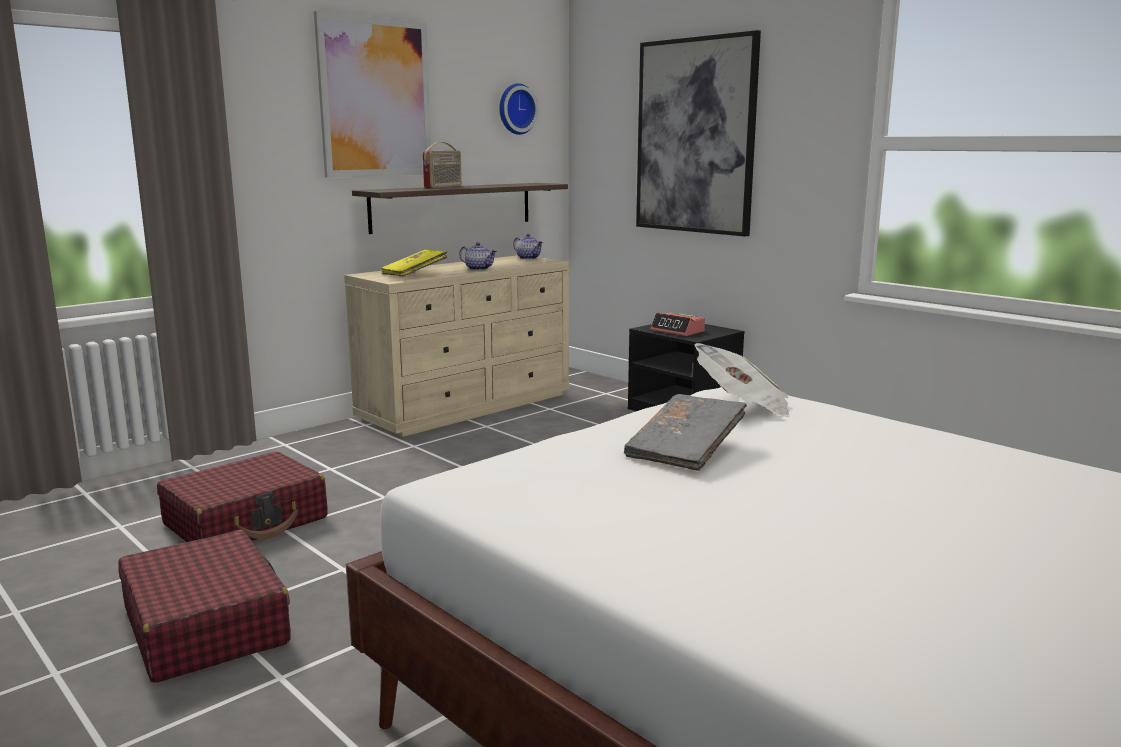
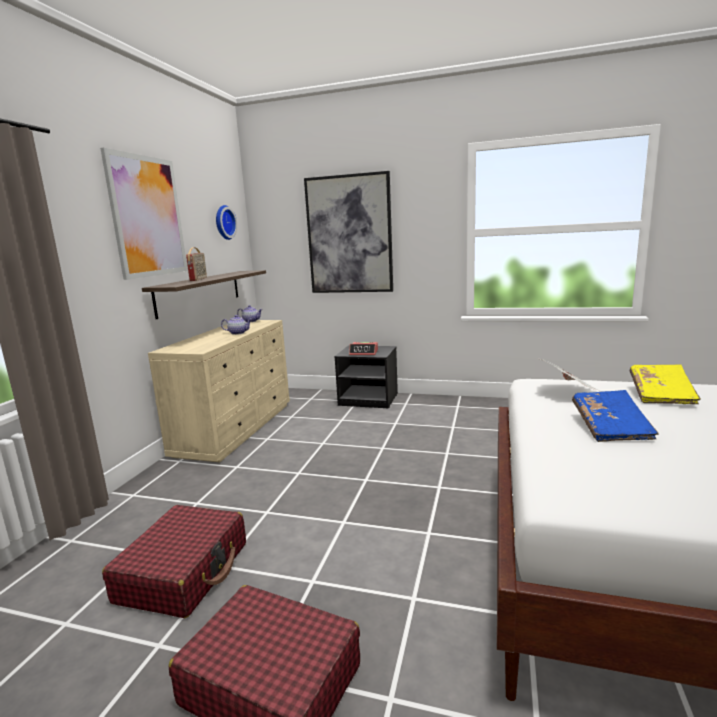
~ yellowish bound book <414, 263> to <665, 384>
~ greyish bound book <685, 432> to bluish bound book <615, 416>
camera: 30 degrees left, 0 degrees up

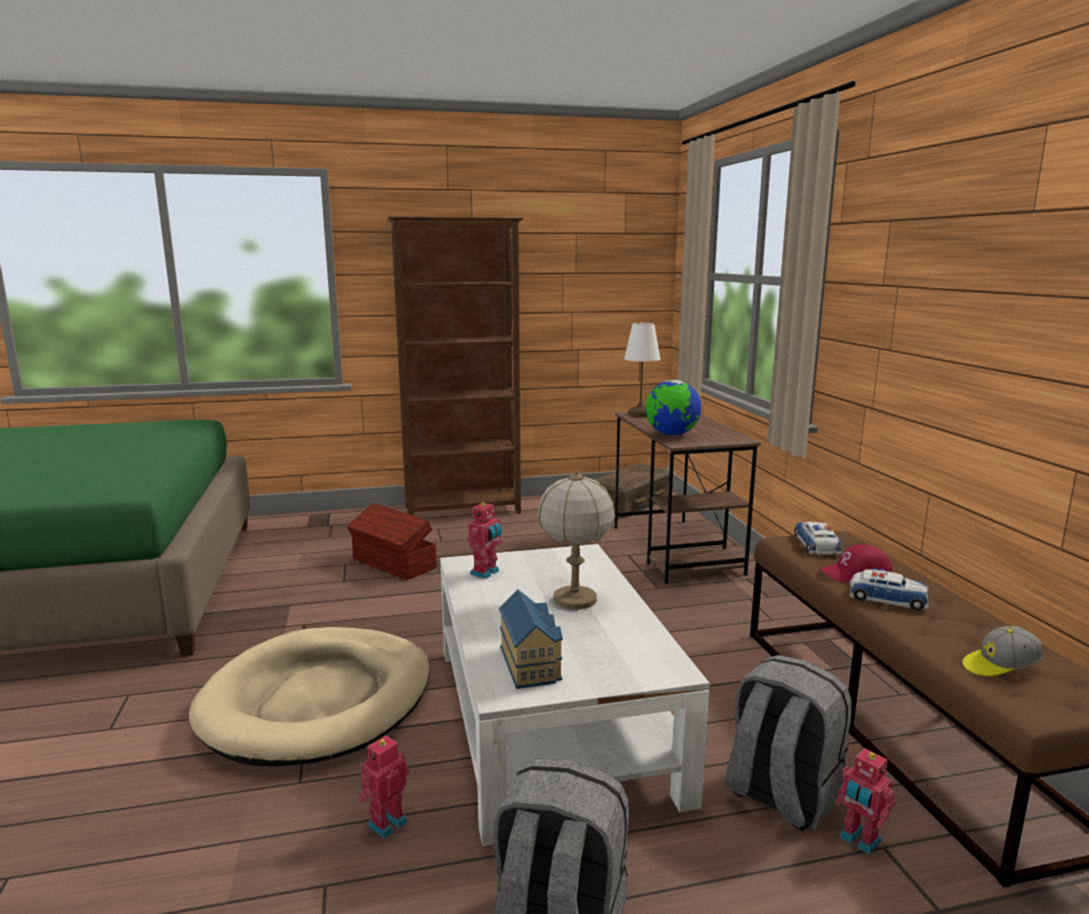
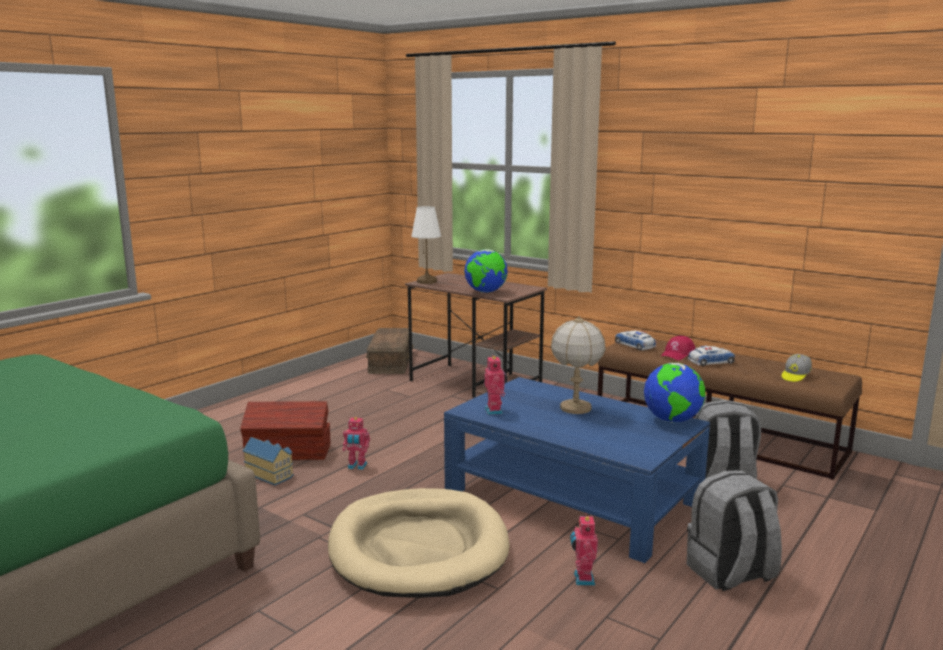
- brown-coloured bookcase <455, 366>
~ whitish lounge table <575, 695> to bluish lounge table <577, 470>
~ model house <531, 639> to <268, 461>
~ robot figure <865, 801> to <356, 443>
+ desk globe <674, 393>
camera: 40 degrees left, 0 degrees up

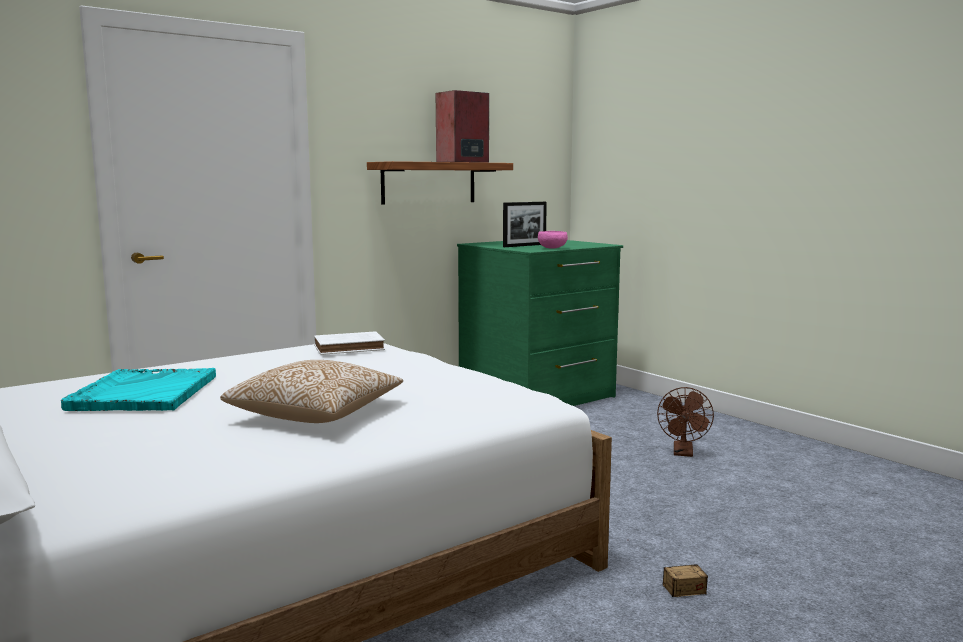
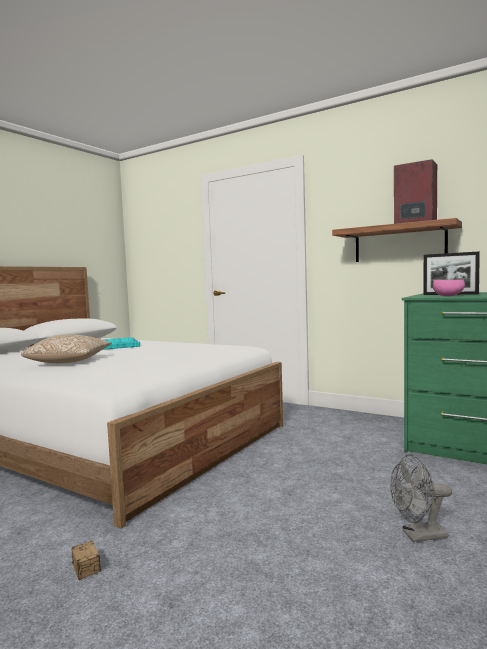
- whitish bound book <349, 343>
~ brown-coloured cooling fan <685, 422> to greyish cooling fan <421, 498>
camera: 70 degrees right, 5 degrees down

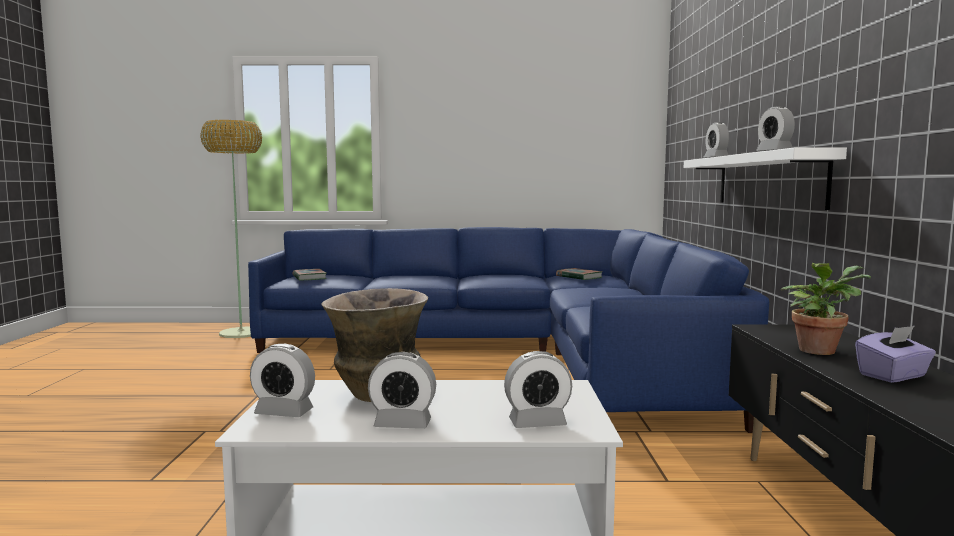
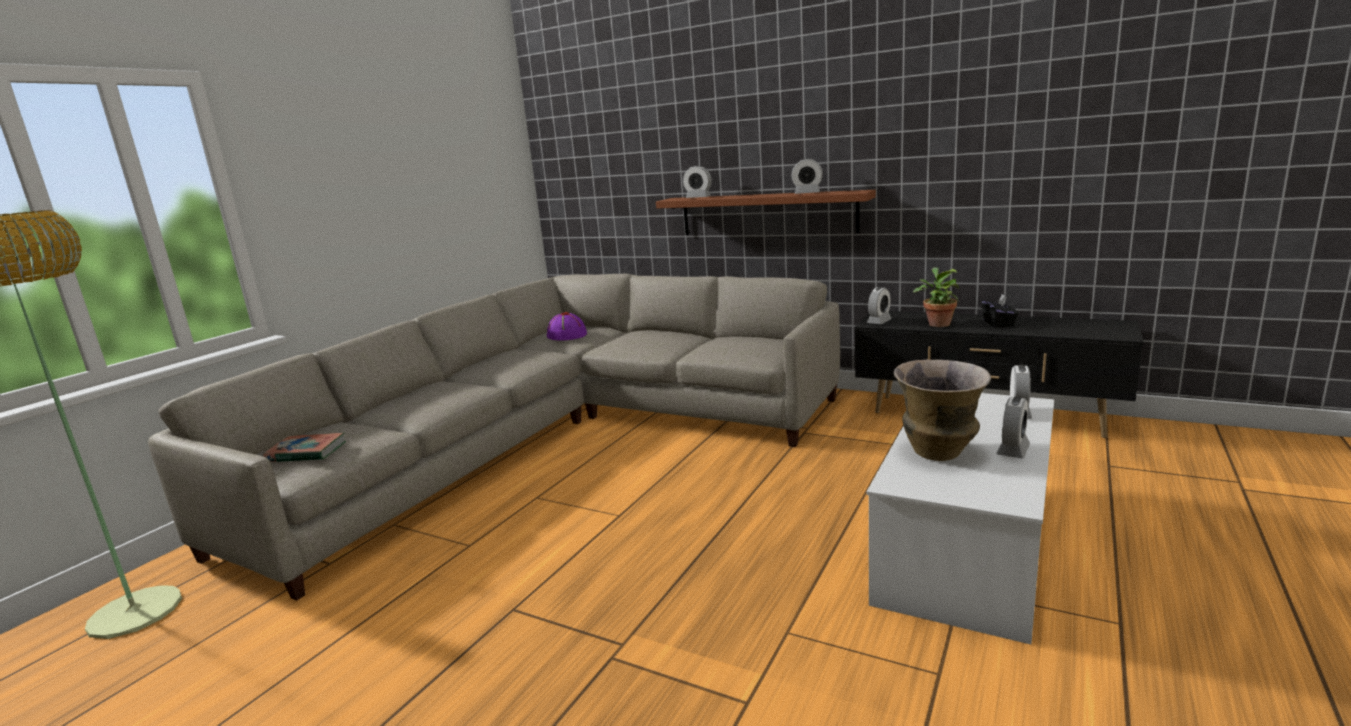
~ whitish bracket shelf <765, 178> to brown-coloured bracket shelf <766, 212>
~ bluish couch <508, 330> to greyish couch <494, 437>
~ bound book <579, 274> to purple hat <567, 326>
~ purple box of tissues <895, 354> to blackish box of tissues <1000, 311>
~ alarm clock <282, 380> to <879, 305>
camera: 60 degrees left, 10 degrees up

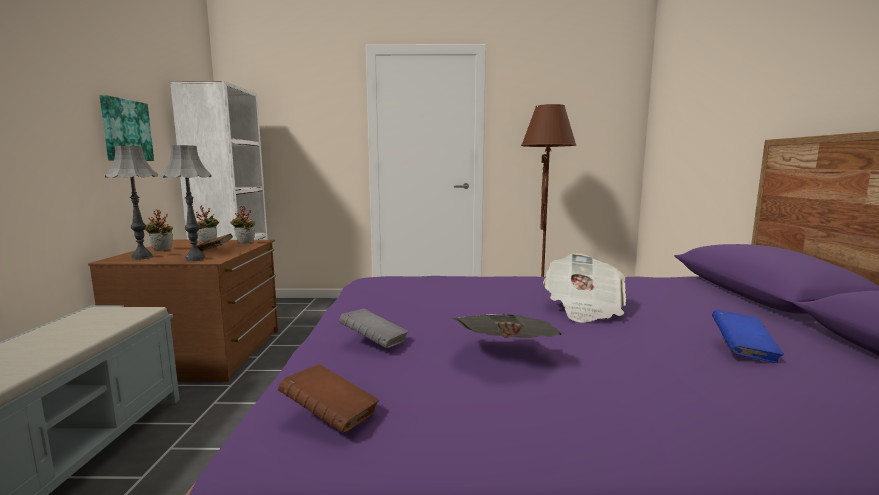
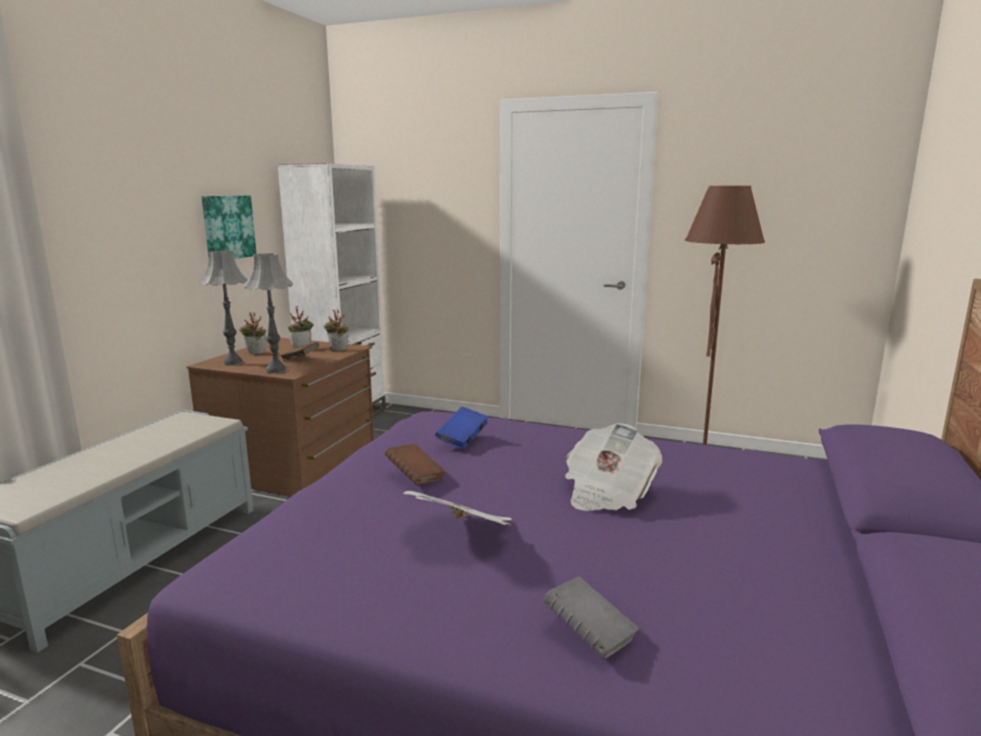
~ greyish bound book <373, 328> to <591, 617>
~ bluish bound book <748, 336> to <461, 428>
~ brown-coloured bound book <328, 398> to <415, 464>
camera: 20 degrees right, 5 degrees up

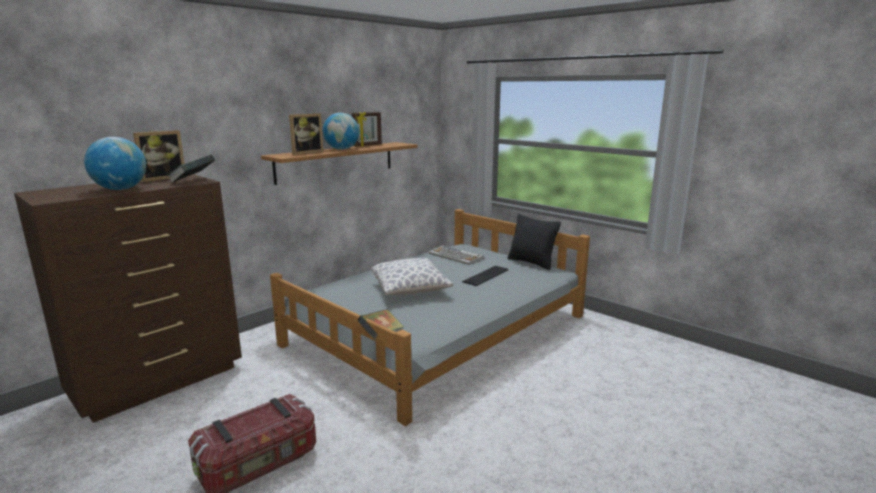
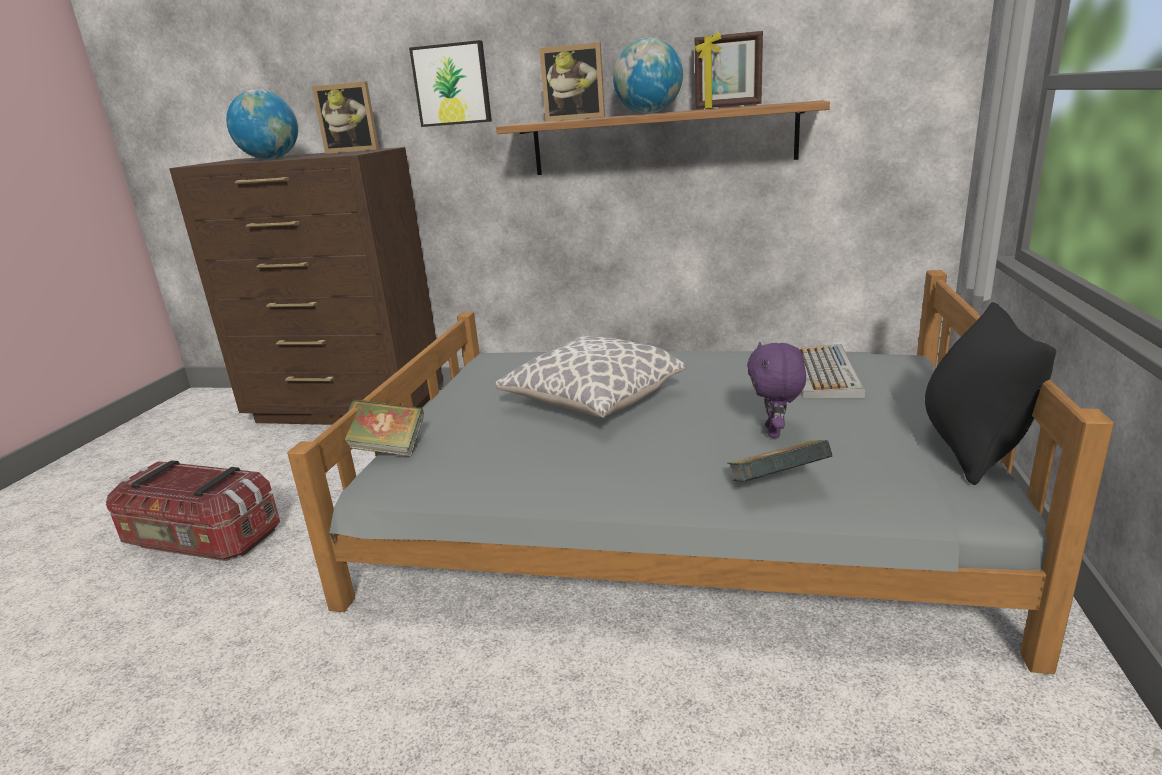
~ bound book <191, 168> to <779, 461>
~ computer keyboard <485, 276> to purple soft toy <776, 390>
+ picture <450, 83>
camera: 60 degrees right, 5 degrees up

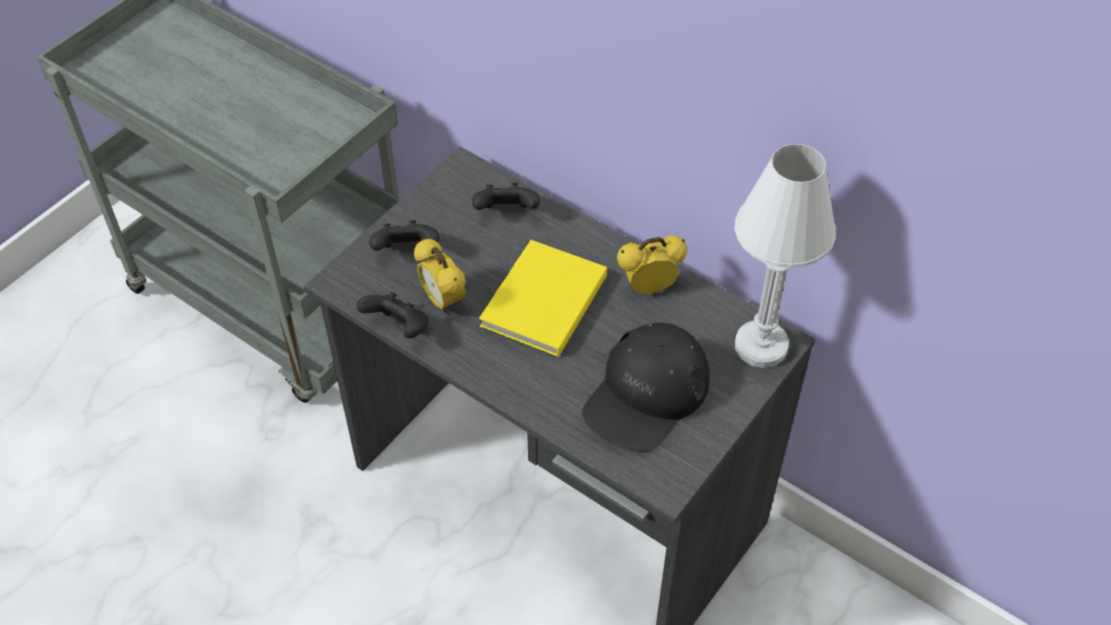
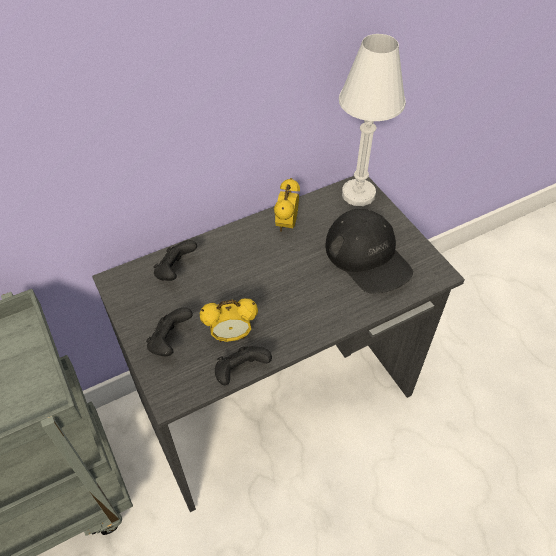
- yellowish bound book <543, 298>
camera: 65 degrees left, 0 degrees up

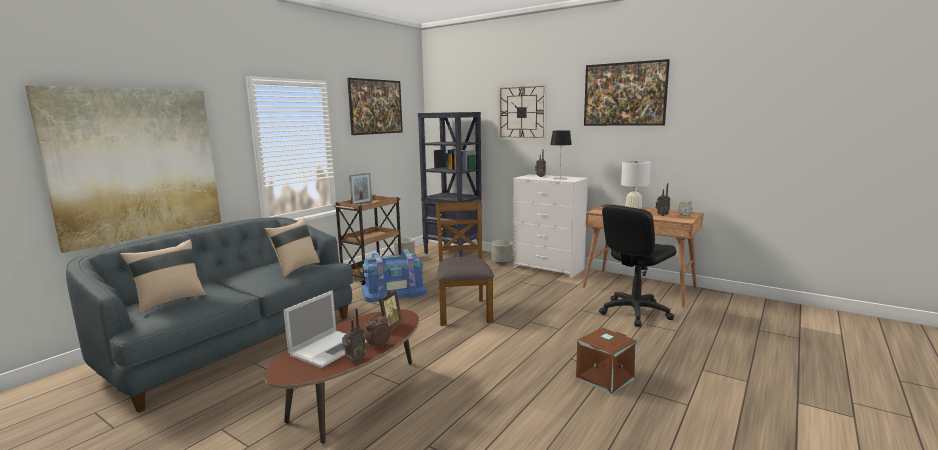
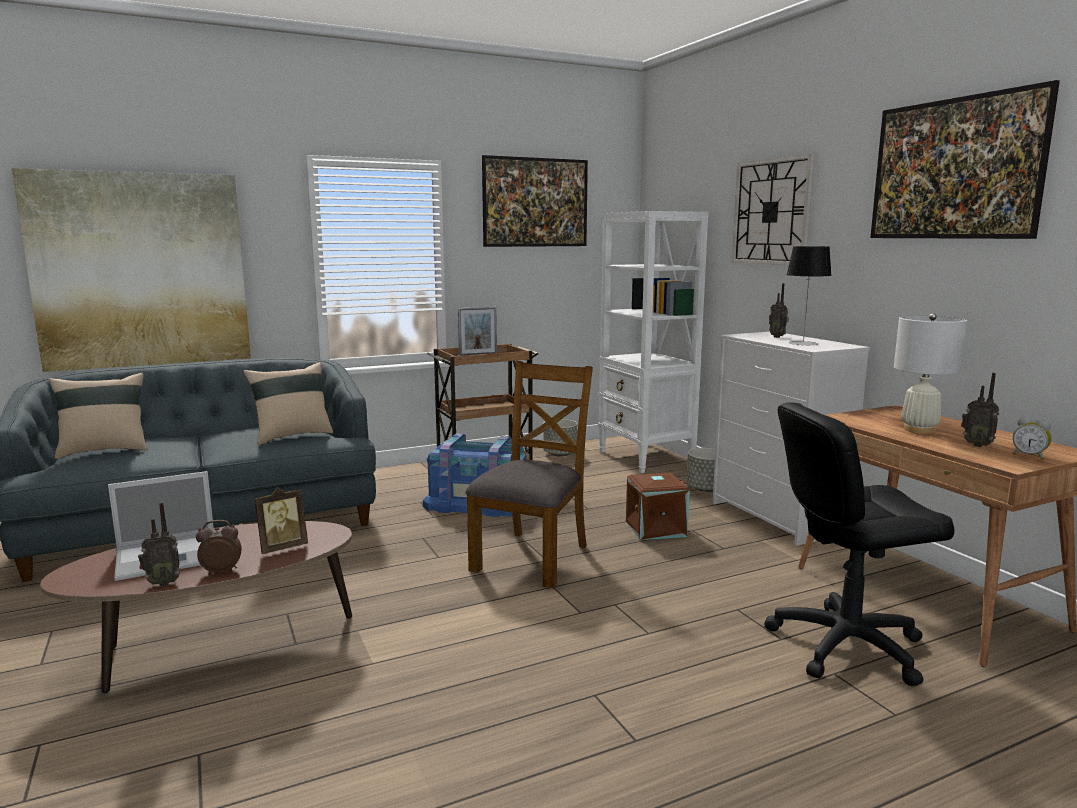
~ blackish bookcase <450, 184> to whitish bookcase <653, 342>
~ brown-coloured storage box <606, 360> to <658, 506>
camera: 30 degrees right, 0 degrees up

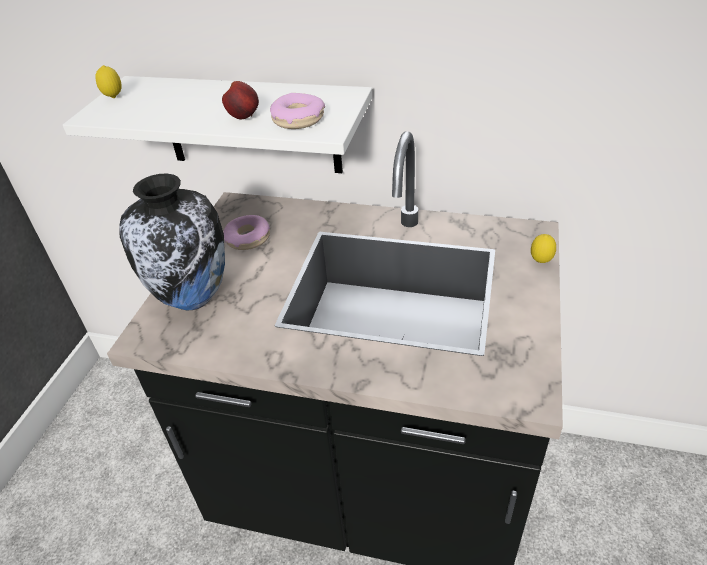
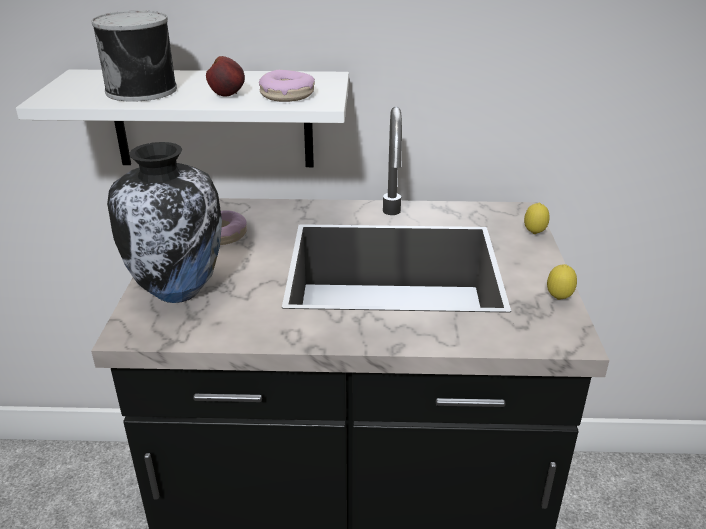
~ whole lemon <108, 81> to <562, 282>
+ sealed can <134, 56>
camera: 15 degrees left, 10 degrees down

